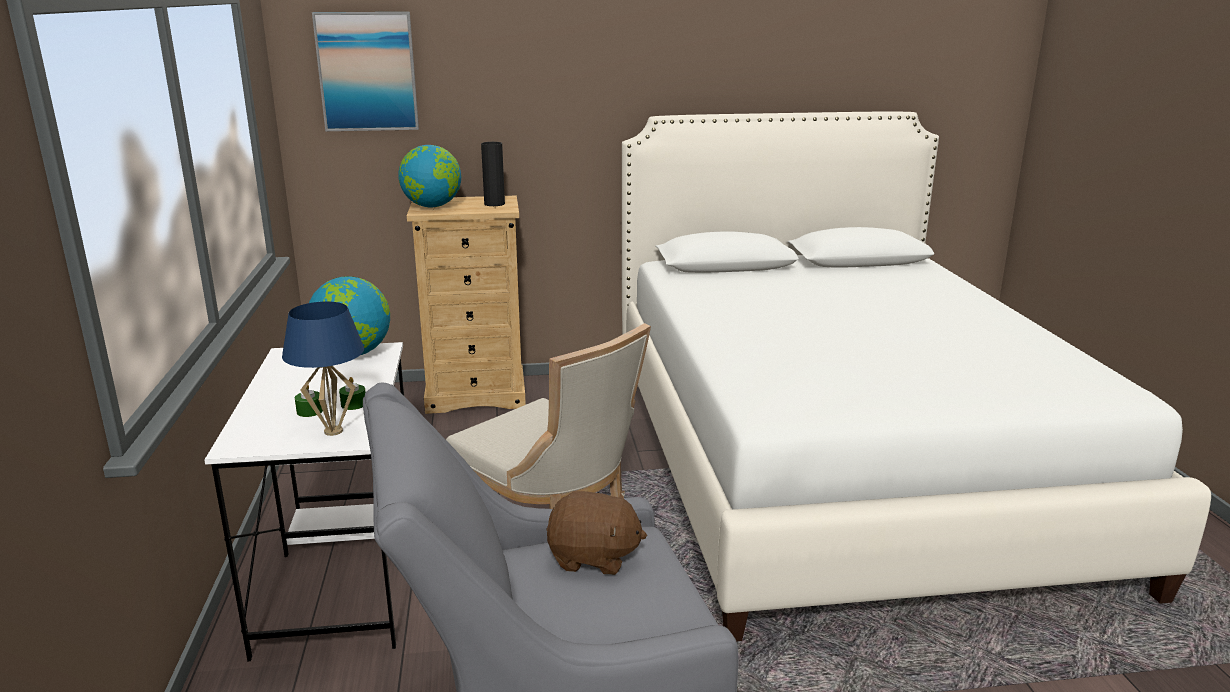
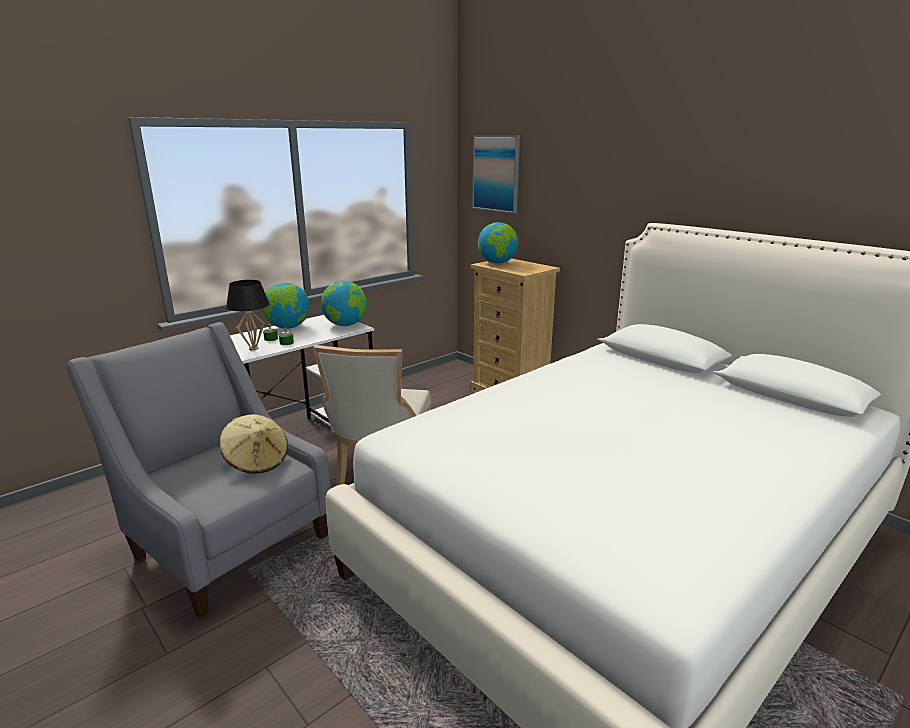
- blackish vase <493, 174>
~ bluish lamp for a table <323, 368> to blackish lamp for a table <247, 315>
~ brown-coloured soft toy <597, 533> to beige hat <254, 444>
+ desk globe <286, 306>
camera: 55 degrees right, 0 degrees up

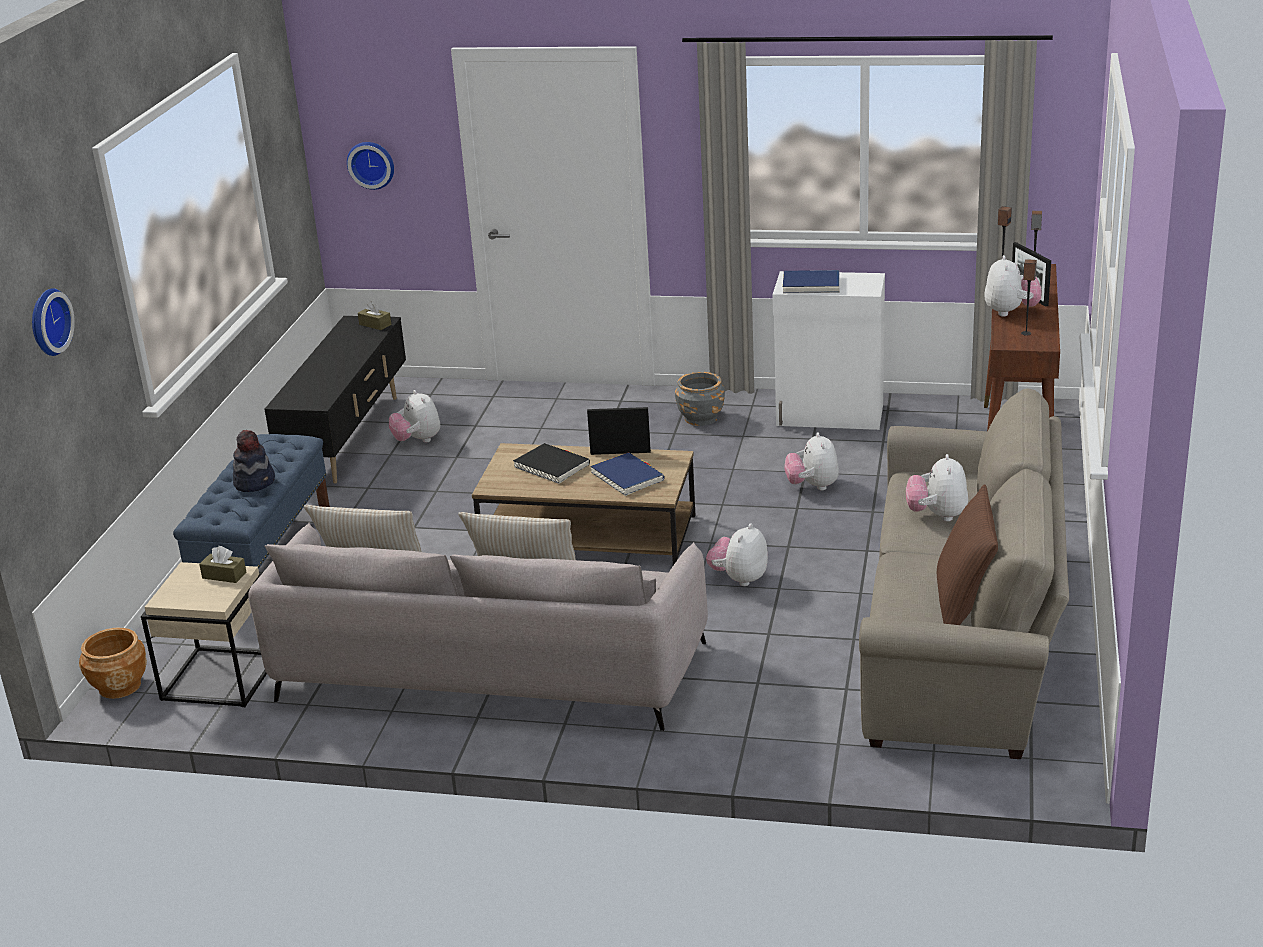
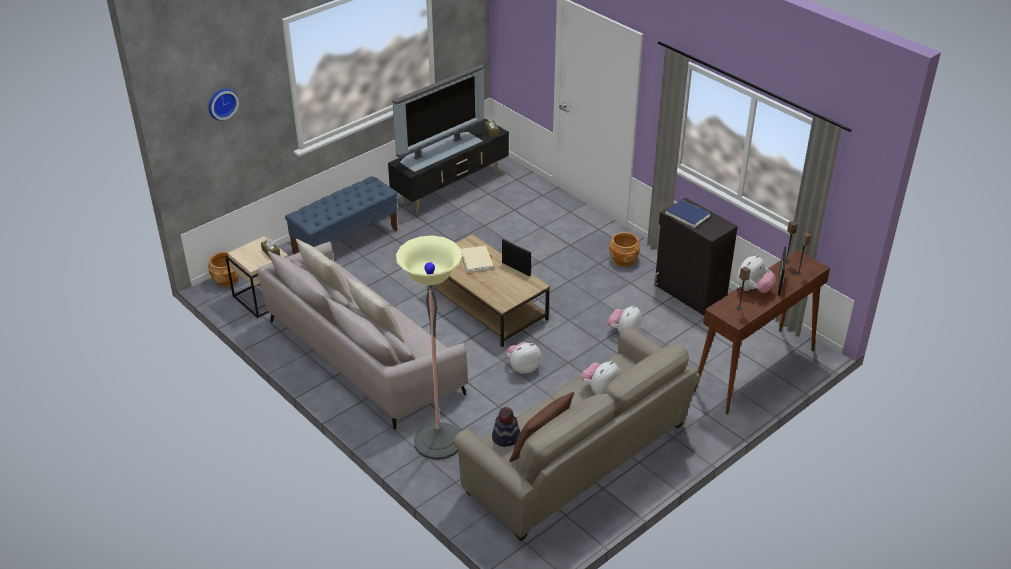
- wall clock <370, 166>
~ whitish storage cabinet <829, 350> to blackish storage cabinet <696, 256>
~ greyish flower pot <700, 399> to brown-coloured flower pot <624, 249>
- soft toy <414, 416>
~ hat <254, 461> to <506, 427>
~ blackish bound book <551, 463> to beige bound book <477, 259>
- bluish bound book <627, 474>
+ TV set <438, 118>
+ floor lamp <429, 347>
camera: 35 degrees right, 10 degrees up

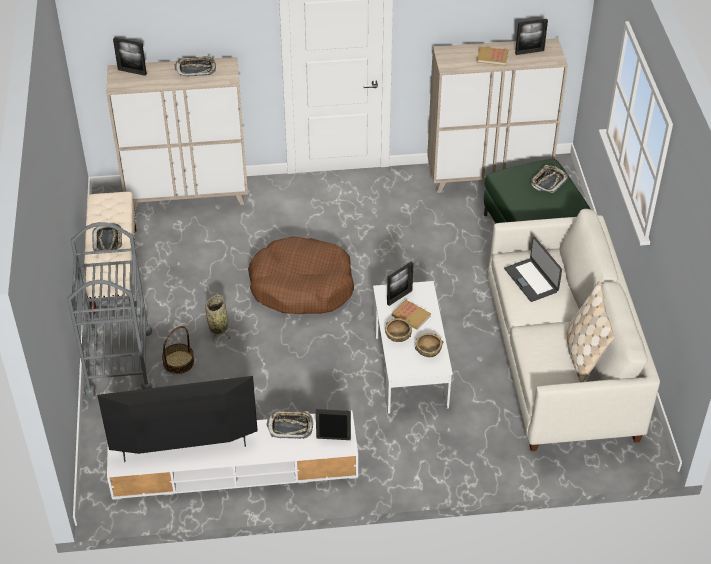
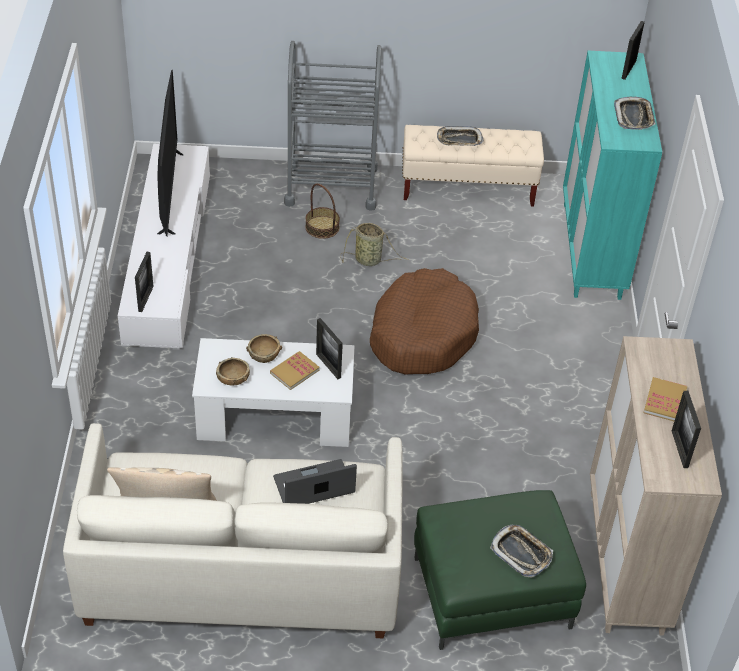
~ beige storage cabinet <177, 134> to blue-green storage cabinet <612, 175>
- carrying tray <290, 425>
camera: 95 degrees right, 0 degrees up

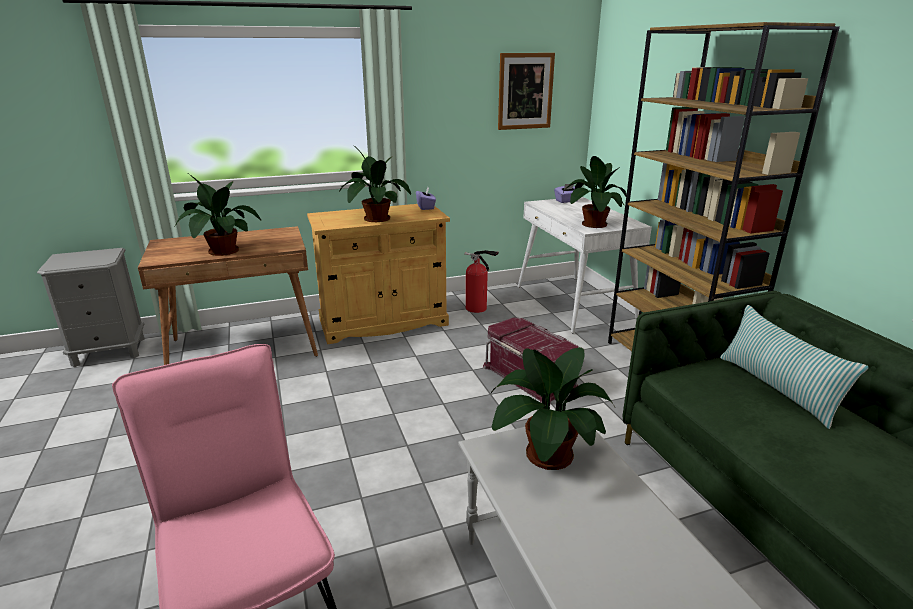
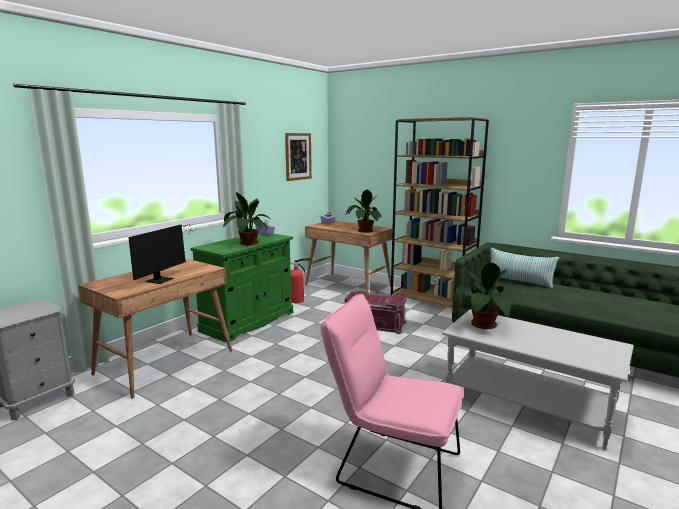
~ houseplant <218, 215> to computer screen <162, 254>
~ whitish desk unit <585, 265> to brown-coloured desk unit <349, 257>
~ beige storage cabinet <378, 274> to green-coloured storage cabinet <241, 288>
camera: 35 degrees left, 10 degrees down

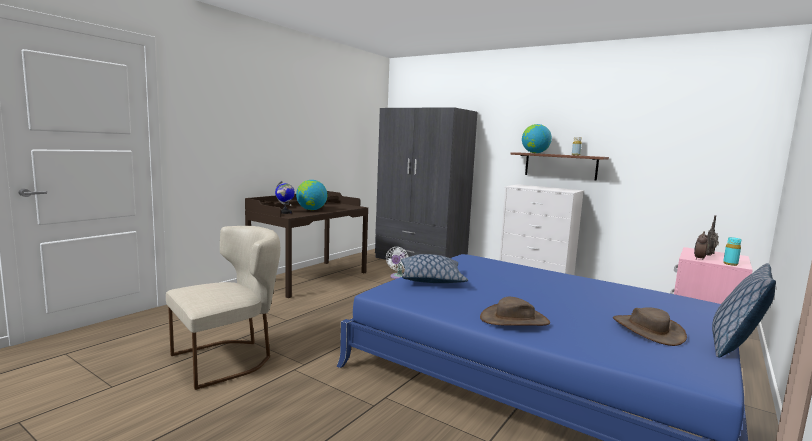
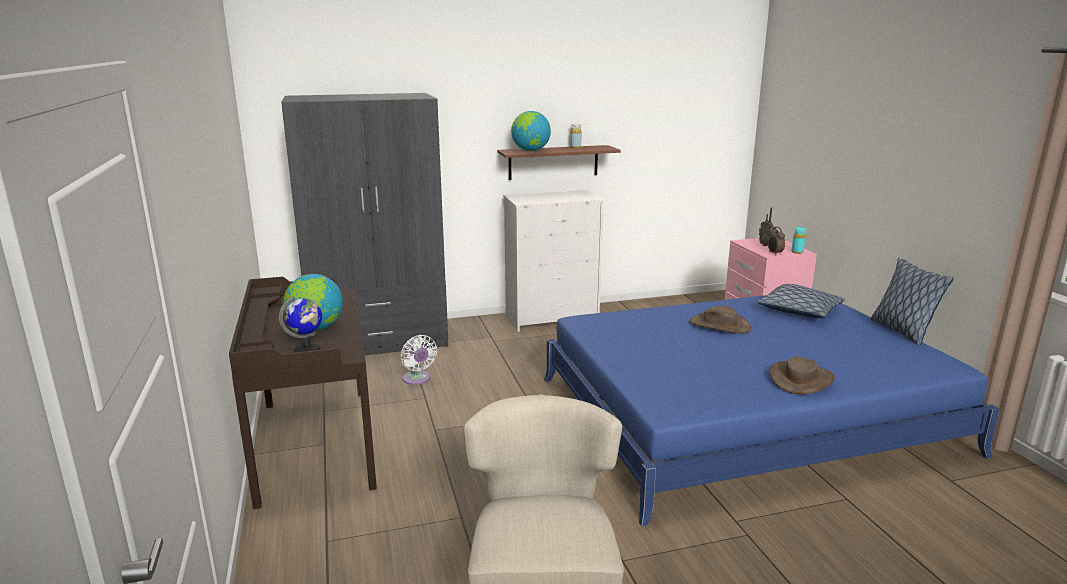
~ pillow <434, 268> to <801, 301>
~ brown-coloured hat <650, 327> to <720, 319>
camera: 50 degrees left, 10 degrees up

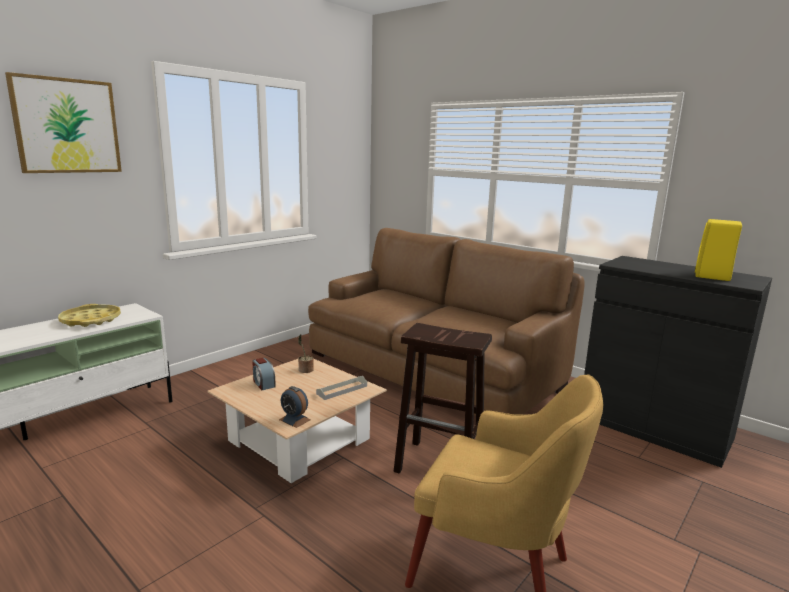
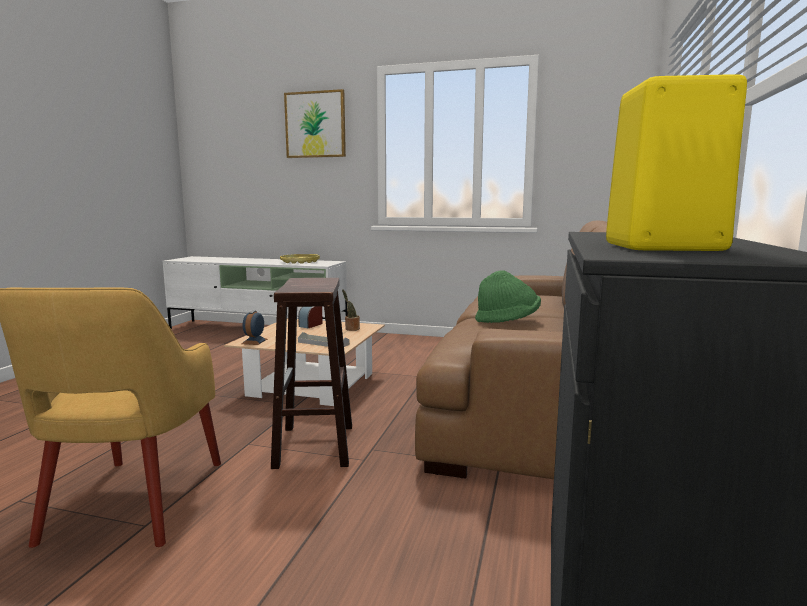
+ green-coloured hat <508, 296>
camera: 65 degrees right, 5 degrees down

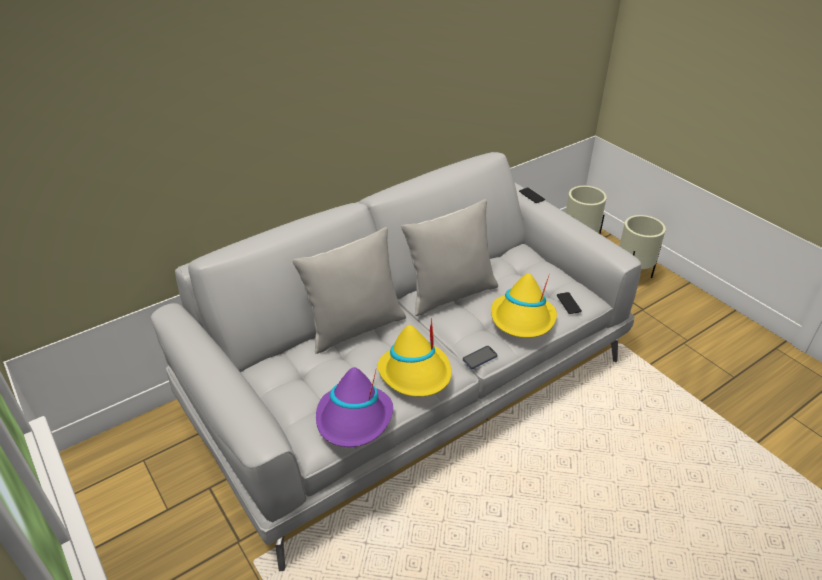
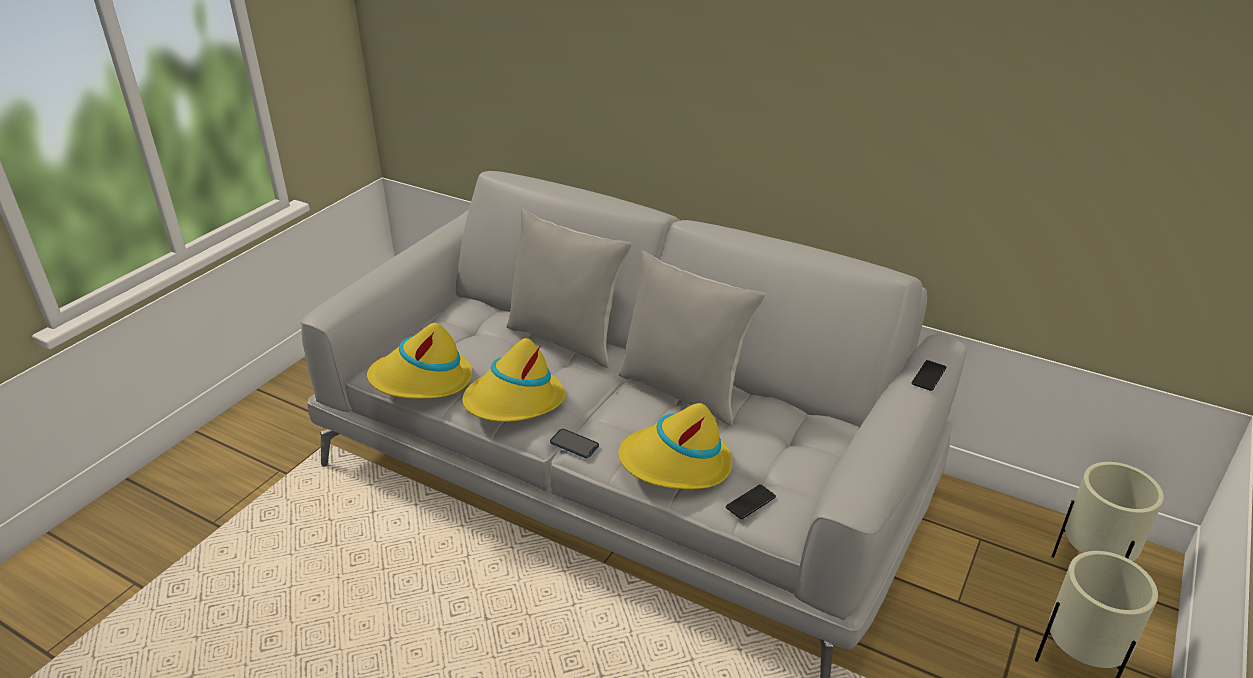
~ purple hat <354, 407> to yellowish hat <419, 361>
camera: 65 degrees right, 5 degrees down

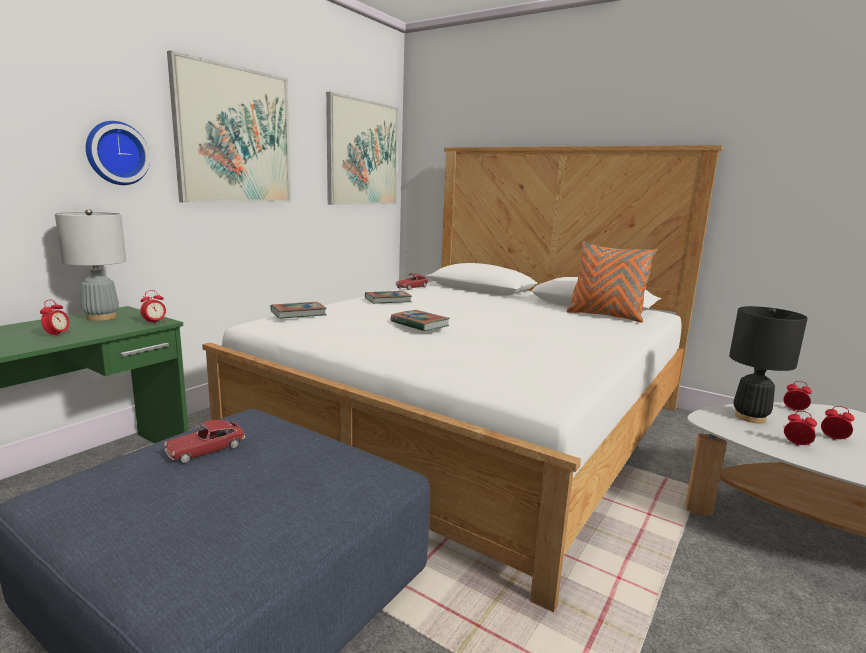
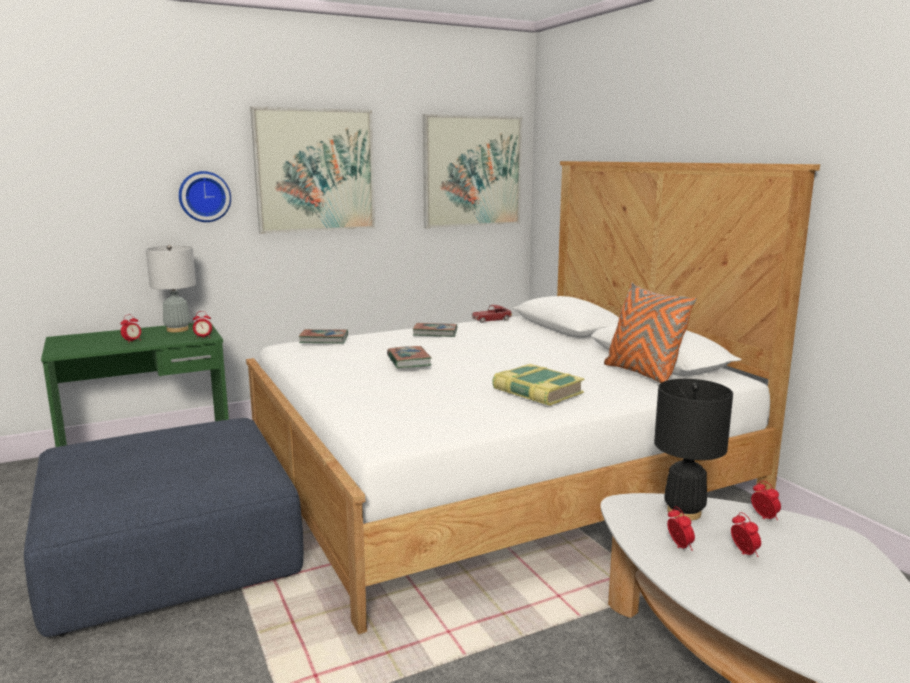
- model car <204, 441>
+ bound book <538, 385>
camera: 30 degrees right, 0 degrees up

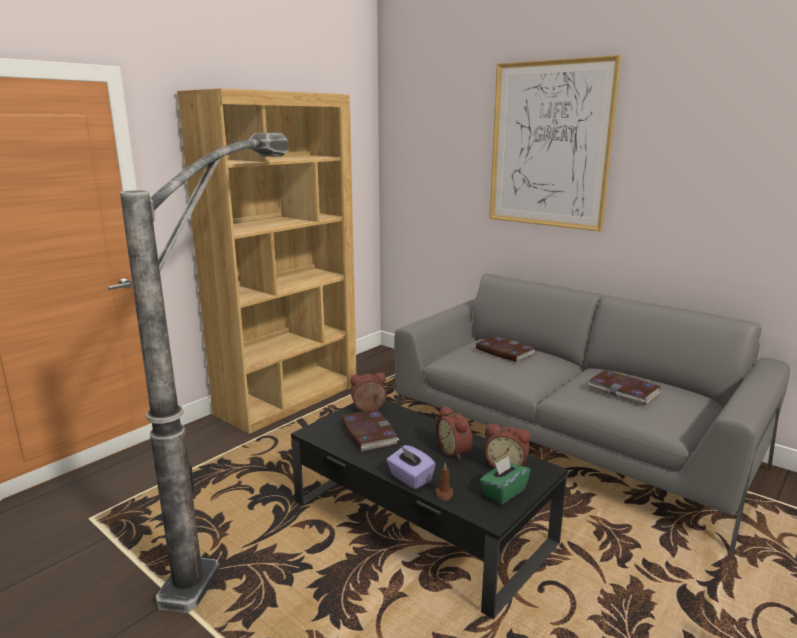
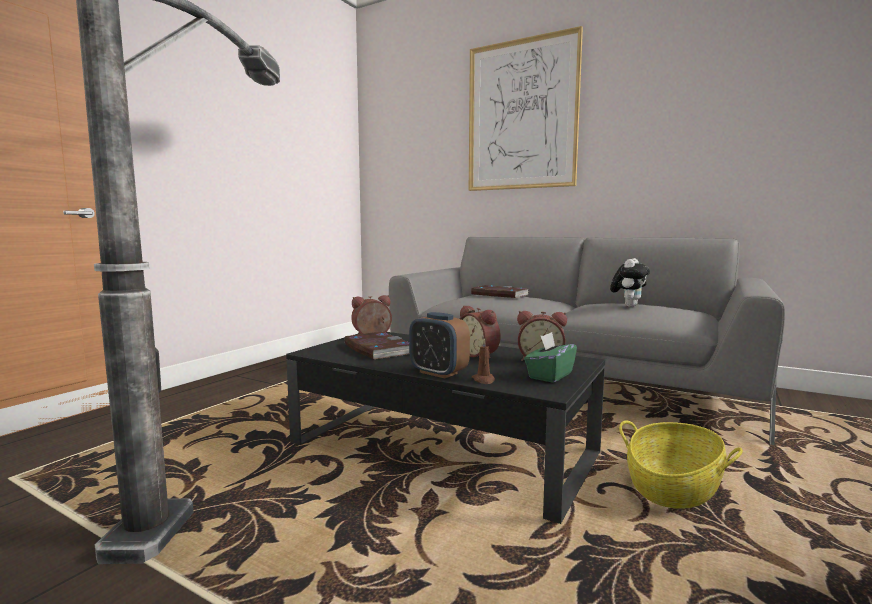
- brown-coloured bookcase <266, 261>
~ bound book <624, 387> to soft toy <630, 282>
~ purple box of tissues <411, 467> to alarm clock <439, 345>
+ storage basket <681, 465>
camera: 10 degrees left, 10 degrees down

